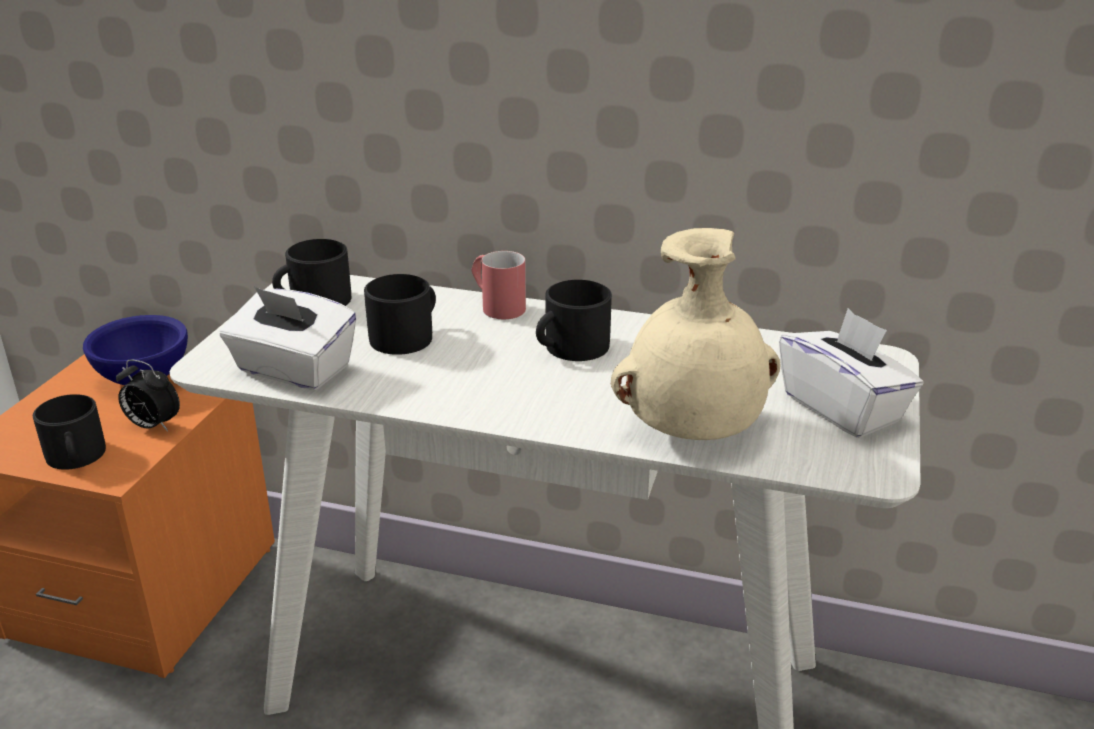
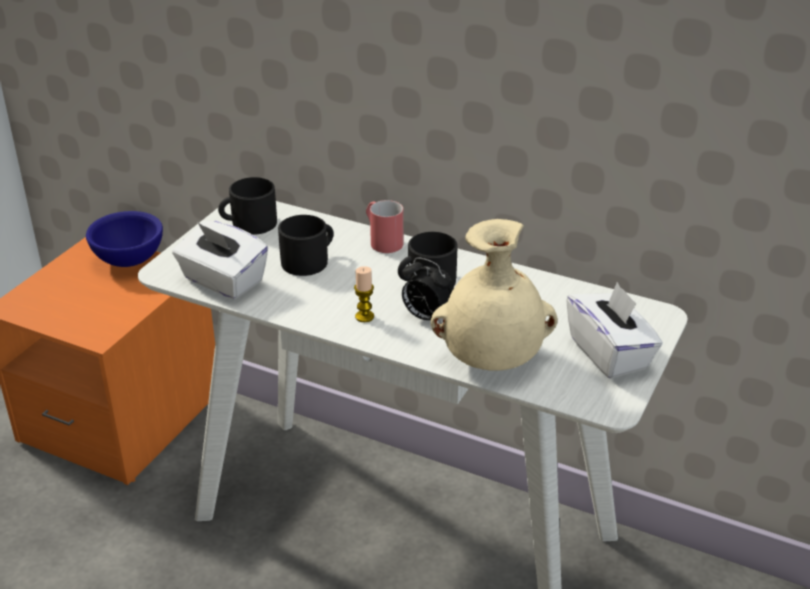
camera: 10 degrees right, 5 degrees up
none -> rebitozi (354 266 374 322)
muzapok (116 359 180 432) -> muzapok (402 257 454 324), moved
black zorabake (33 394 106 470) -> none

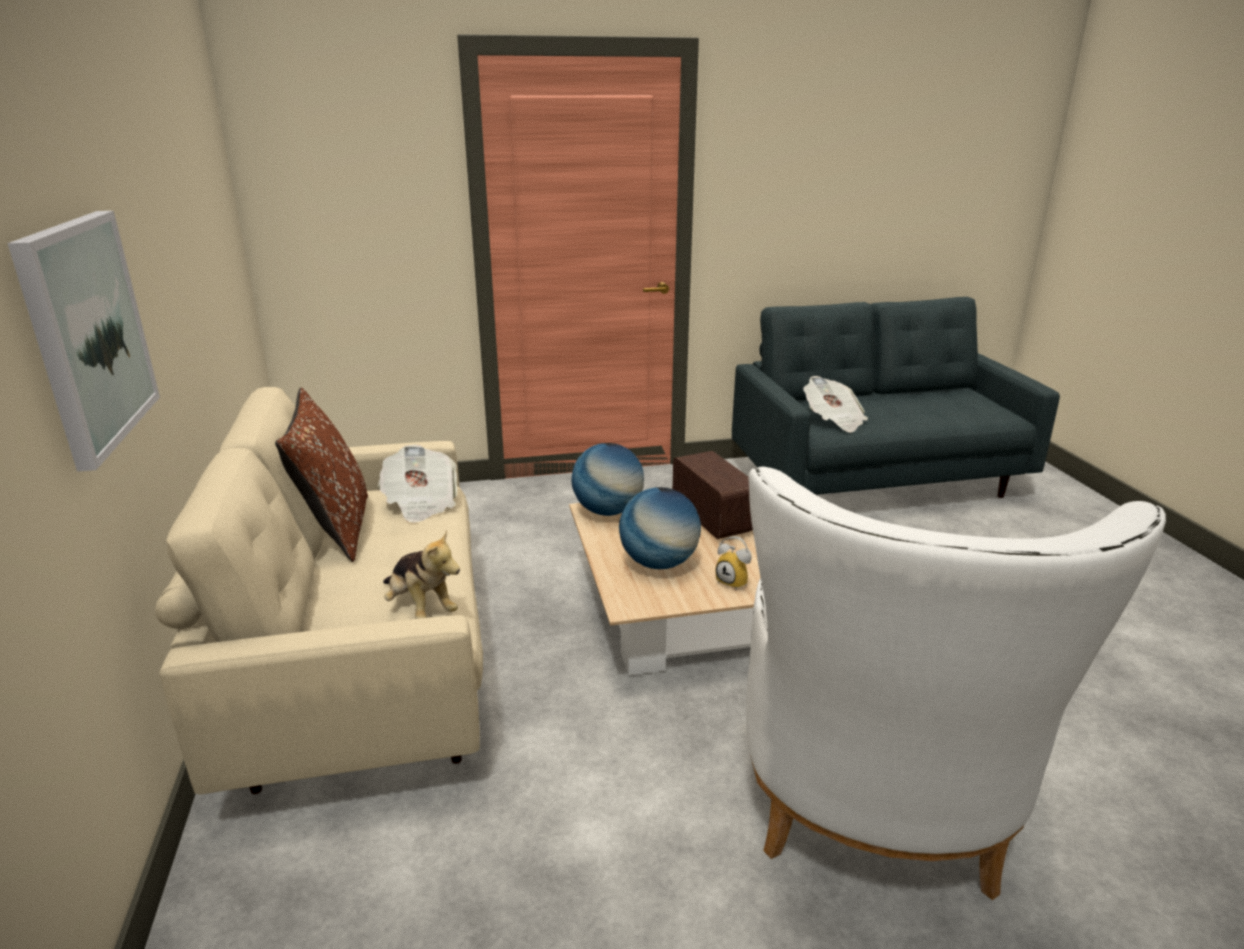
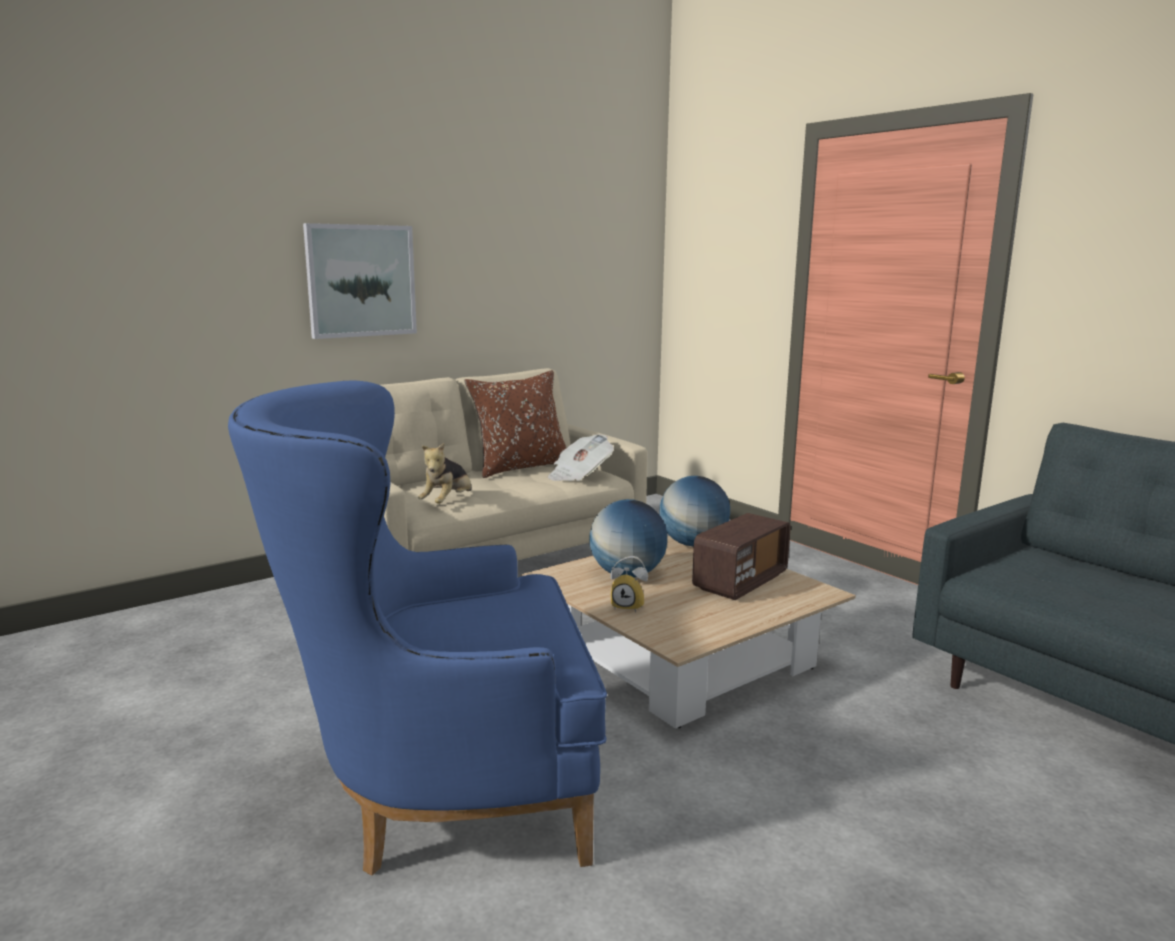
camera: 65 degrees right, 10 degrees down
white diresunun (746 467 1166 900) -> blue diresunun (228 380 607 876)
muzapok (716 536 752 590) -> muzapok (610 556 648 613), 90 degrees counterclockwise
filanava (803 376 868 433) -> none

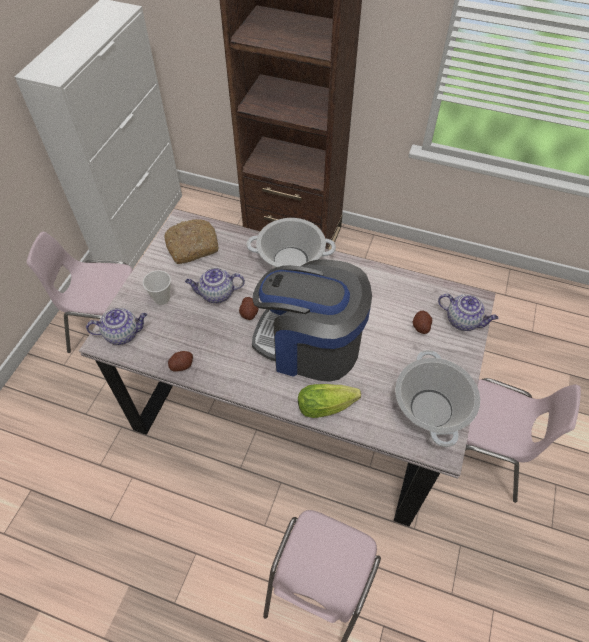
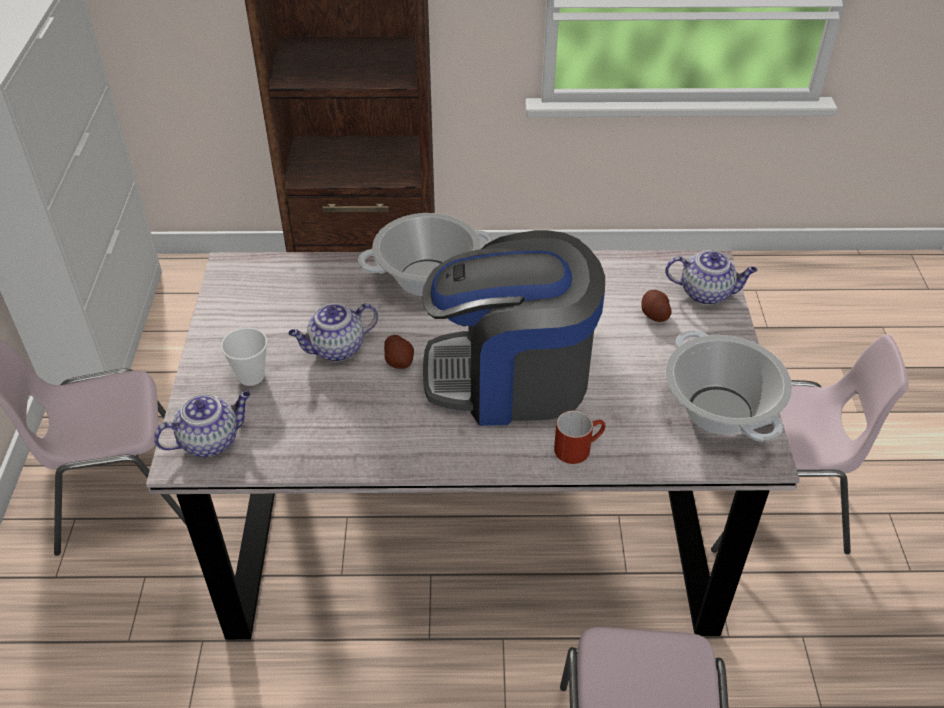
camera: 20 degrees left, 10 degrees down
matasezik (298 384 361 418) -> red zorabake (554 410 606 464)
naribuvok (165 219 219 264) -> none
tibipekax (168 351 193 372) -> none

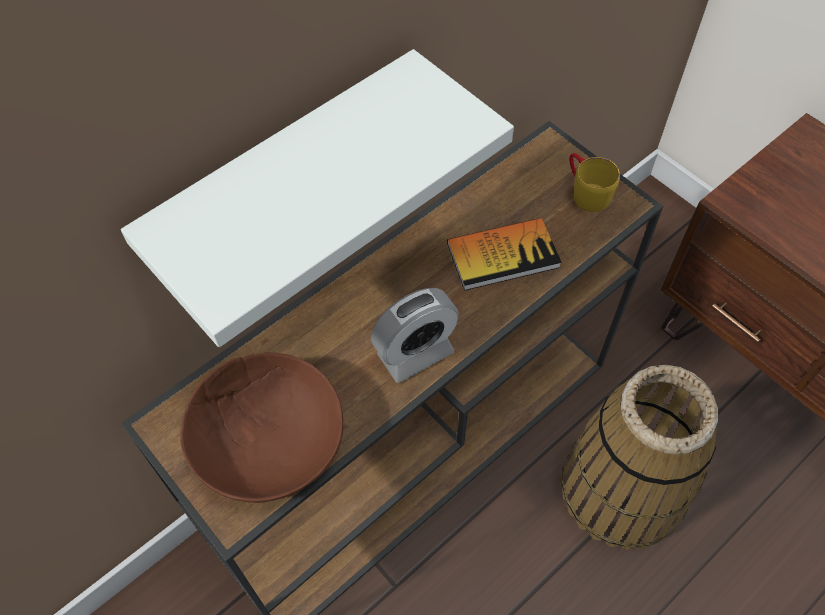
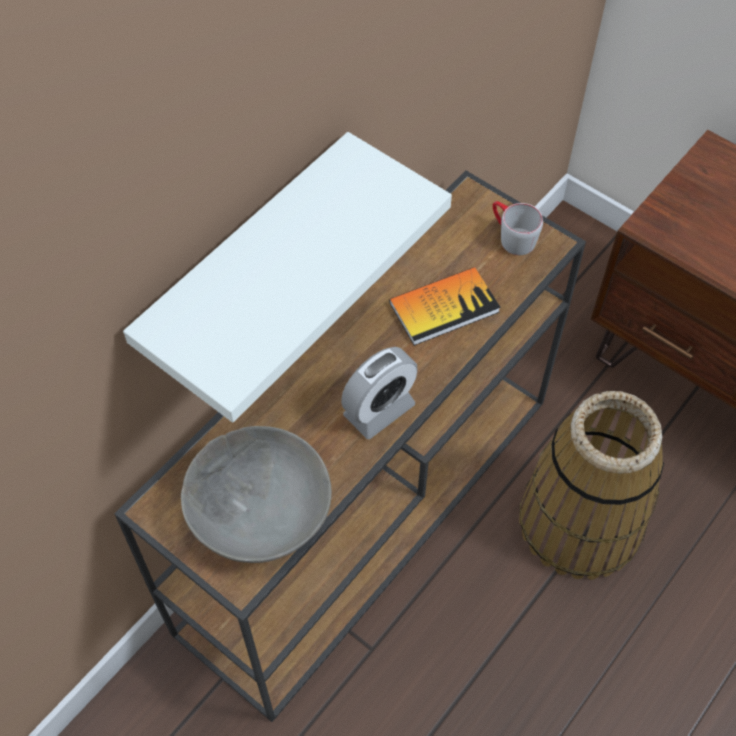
camera: 10 degrees left, 0 degrees up
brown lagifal (180 352 343 503) -> grey lagifal (181 426 332 563)
yellow zorabake (570 153 620 212) -> grey zorabake (493 201 543 255)

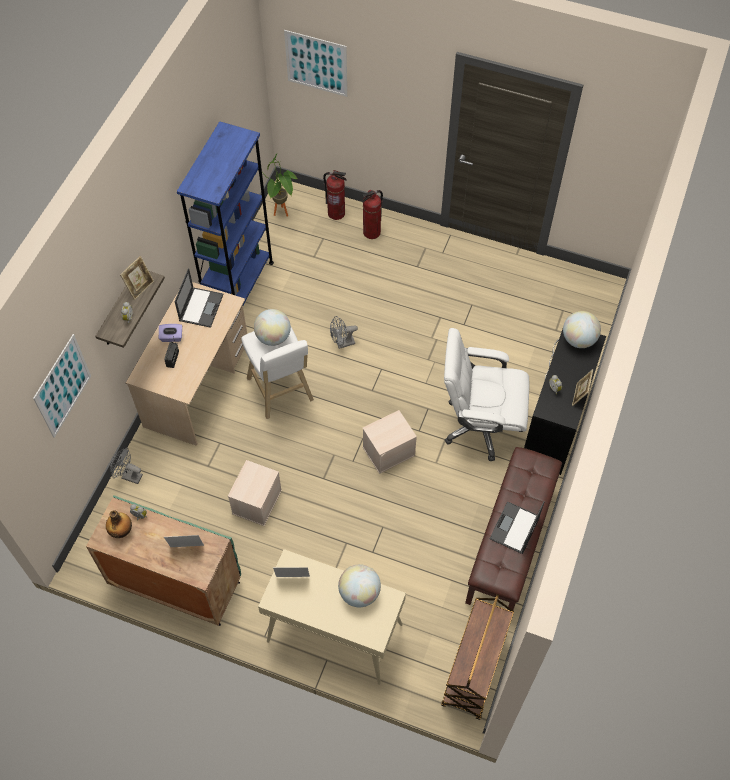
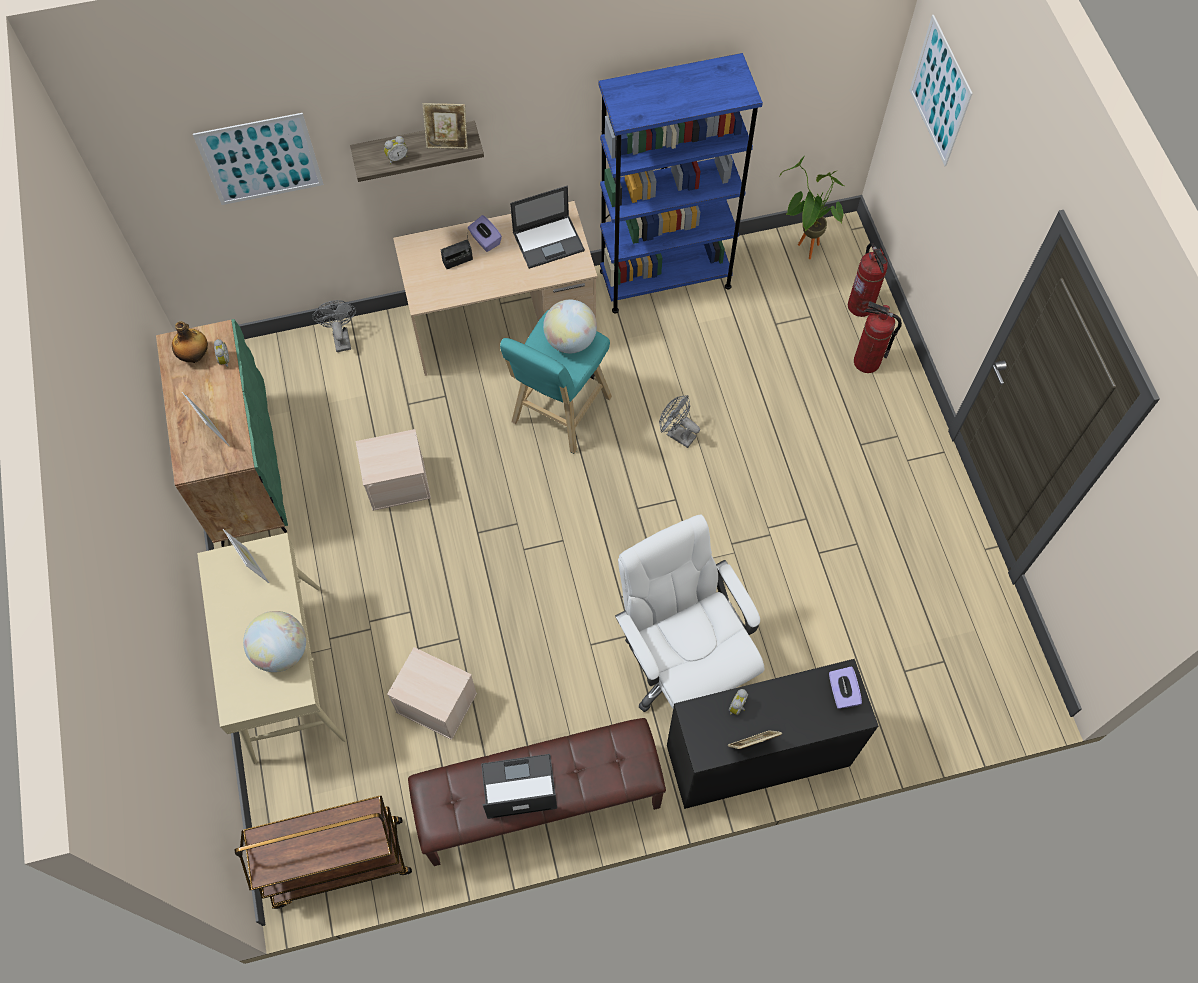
camera: 55 degrees right, 5 degrees up
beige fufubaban (362 410 417 474) -> beige fufubaban (387 647 477 740), moved
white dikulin (241 327 314 419) -> turquoise dikulin (500 310 612 454)
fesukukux (563 311 601 348) -> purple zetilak (829 666 862 709)

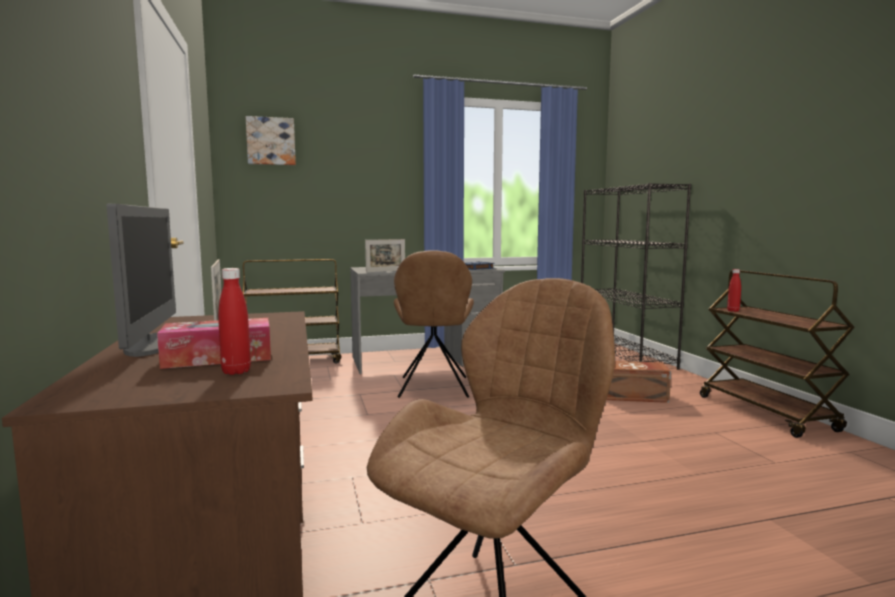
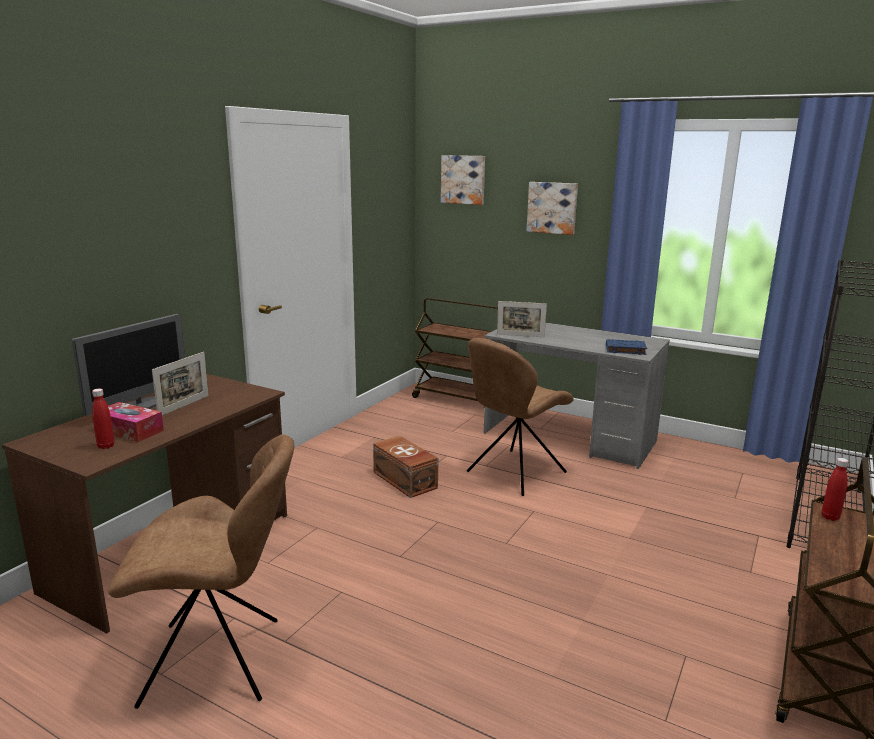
camera: 45 degrees right, 10 degrees up
brown fufubaban (606 361 671 403) -> brown fufubaban (373 436 438 498), moved
none -> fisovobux (527 182 578 235)

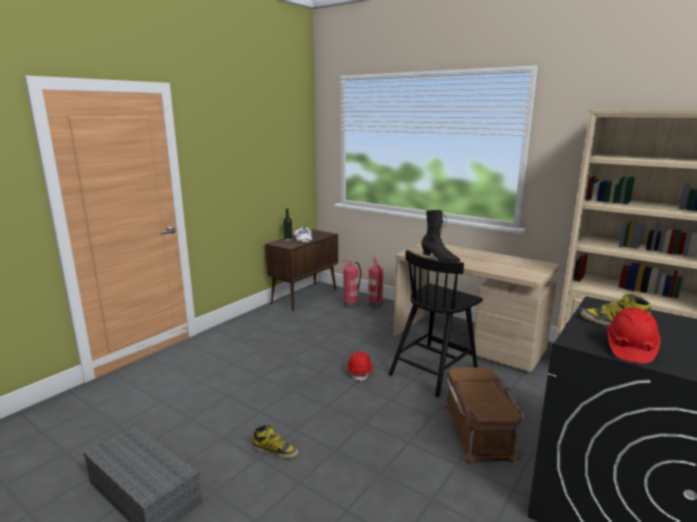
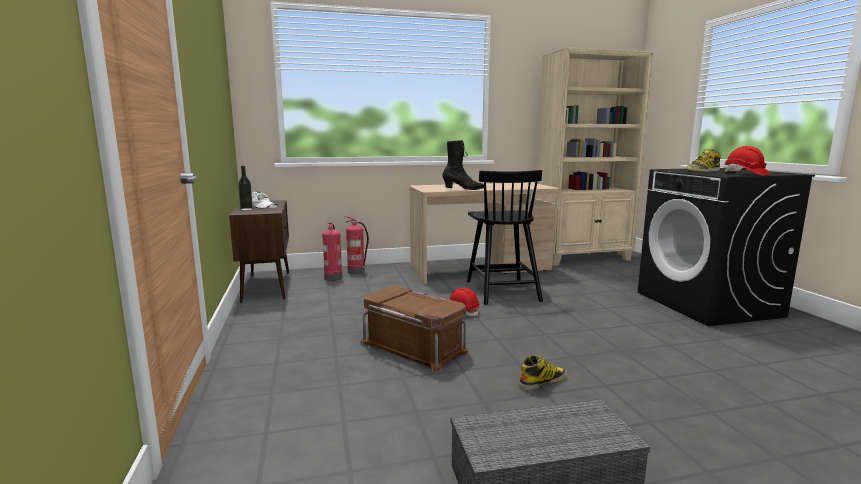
camera: 50 degrees left, 5 degrees down
brown fufubaban (443 367 524 465) -> brown fufubaban (360 287 470 372), moved

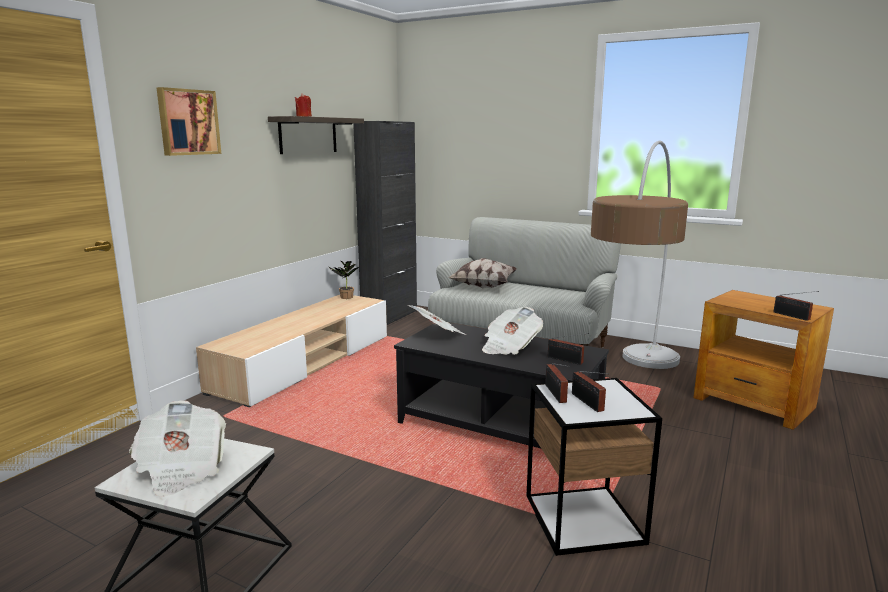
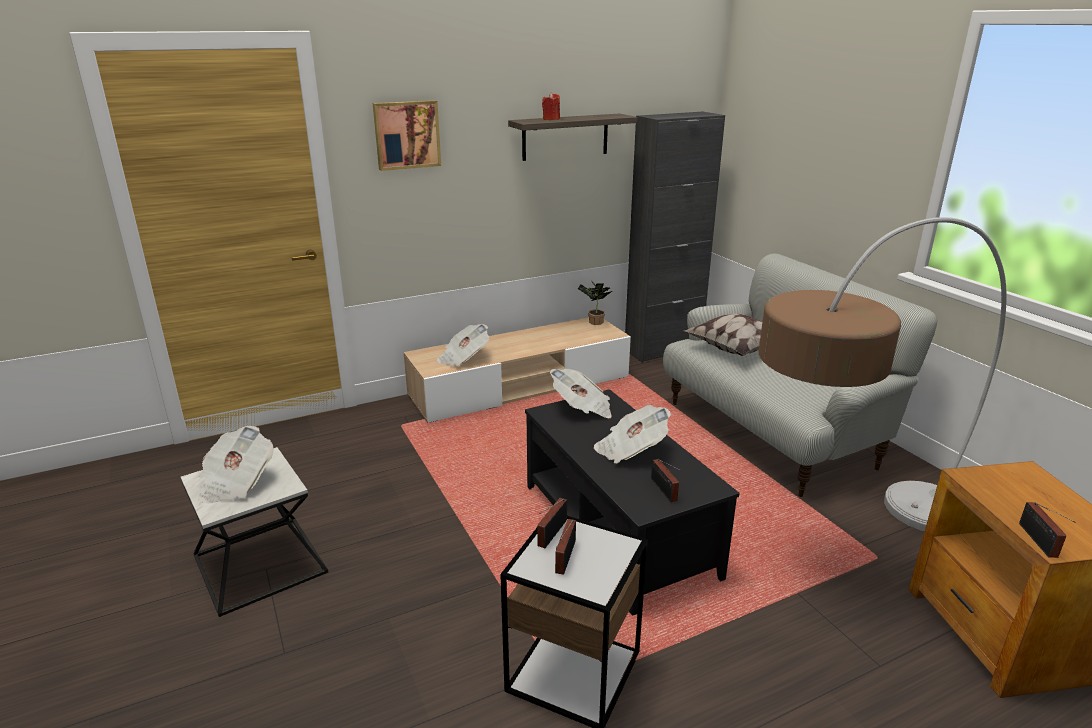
camera: 35 degrees right, 10 degrees up
none -> filanava (437 324 489 367)

